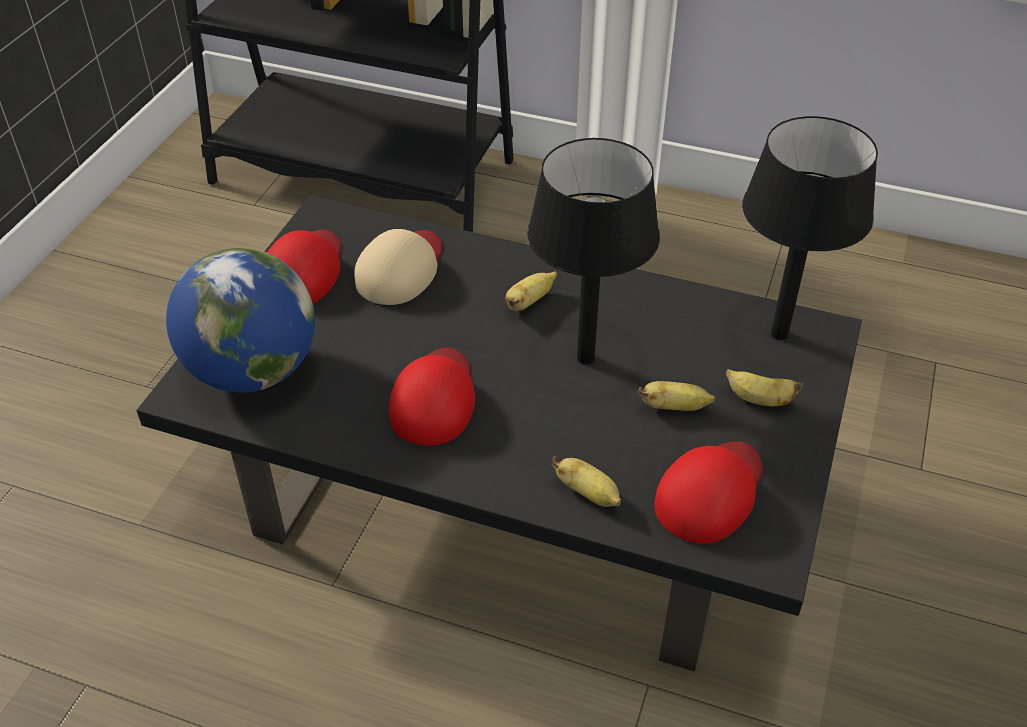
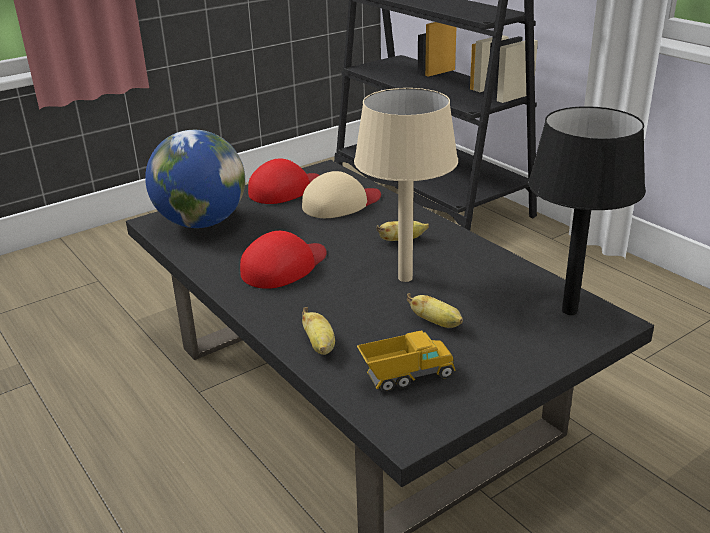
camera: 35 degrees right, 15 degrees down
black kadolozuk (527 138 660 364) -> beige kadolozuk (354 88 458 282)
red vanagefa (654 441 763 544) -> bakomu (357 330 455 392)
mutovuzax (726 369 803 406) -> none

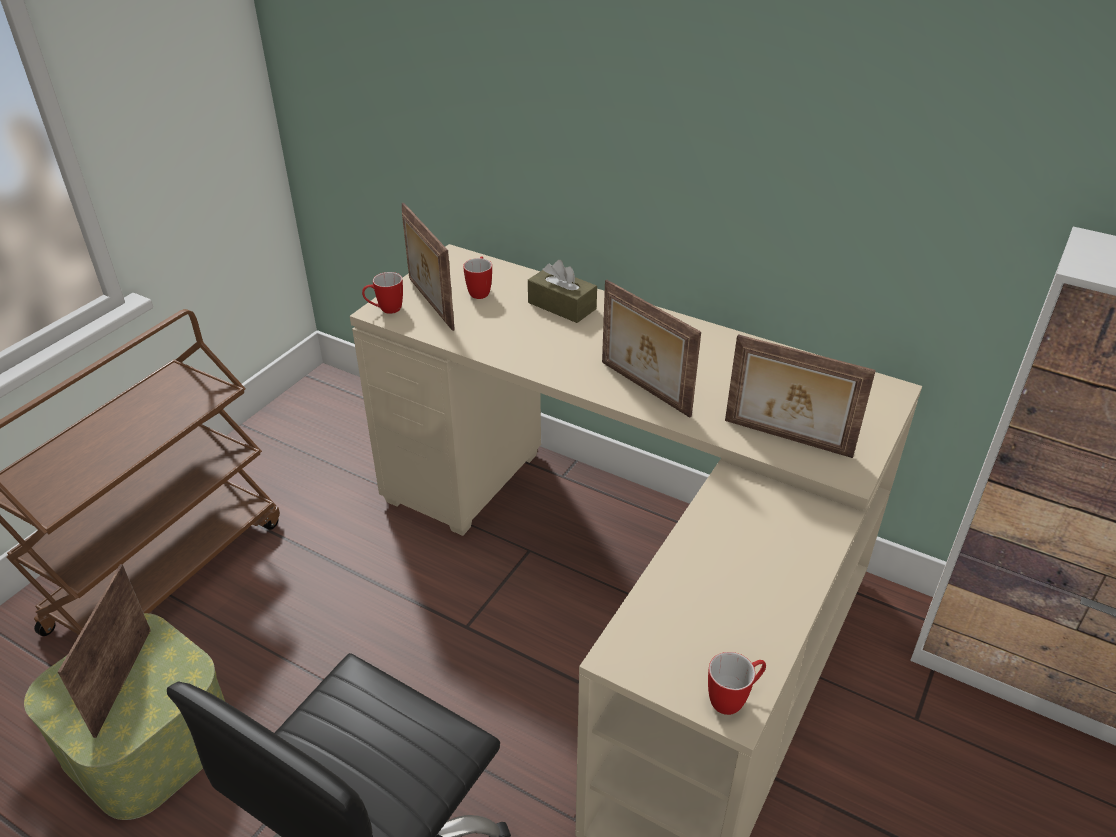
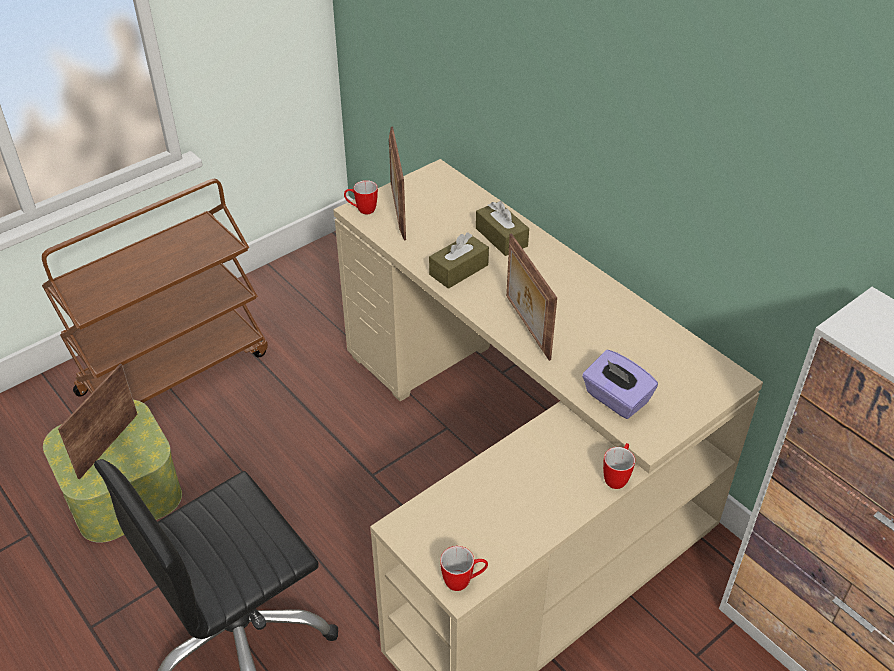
camera: 20 degrees right, 5 degrees up
none -> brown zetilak (429 232 489 289)
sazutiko (725 334 876 458) -> purple zetilak (582 350 658 419)
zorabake (463 257 492 299) -> zorabake (603 443 635 489), moved

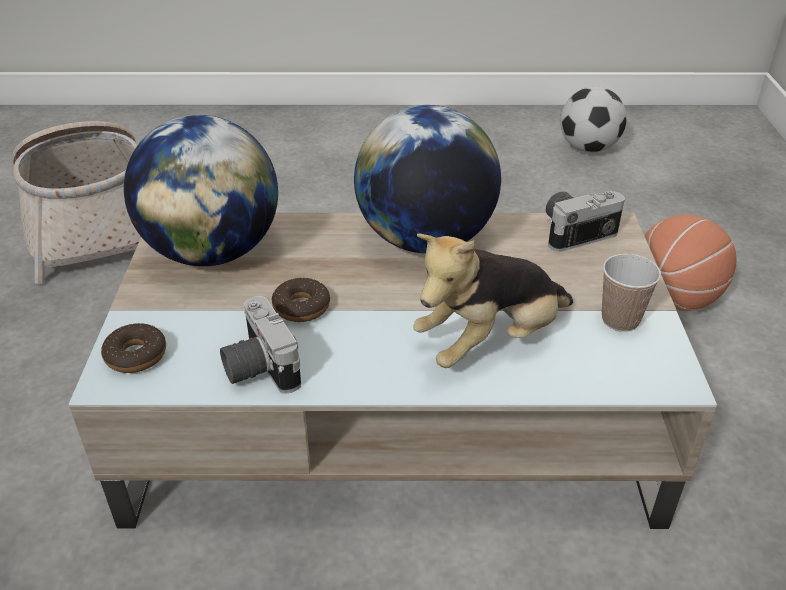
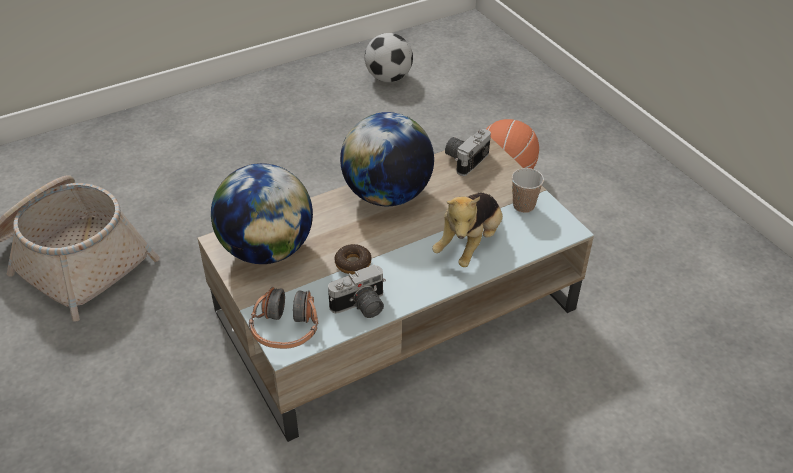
camera: 30 degrees left, 5 degrees up
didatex (101 323 166 373) -> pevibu (249 287 318 349)
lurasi (220 296 301 394) -> lurasi (328 264 386 318), 60 degrees counterclockwise

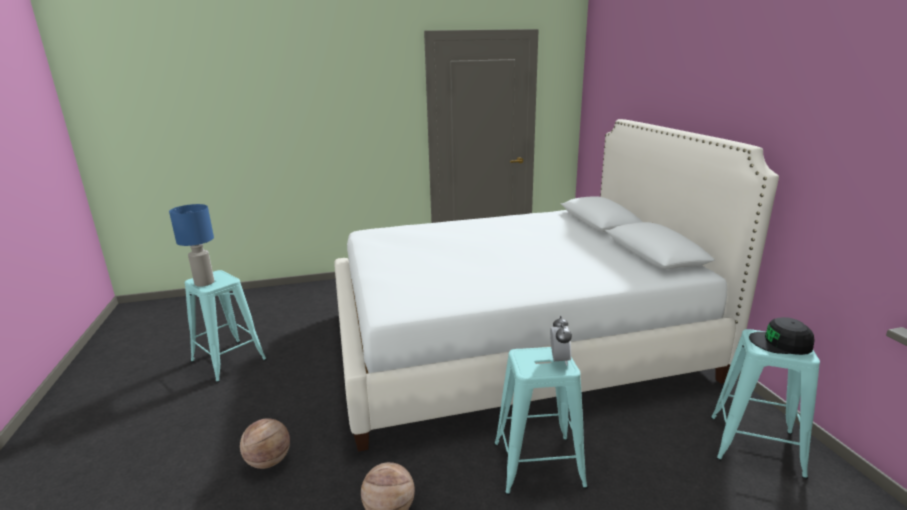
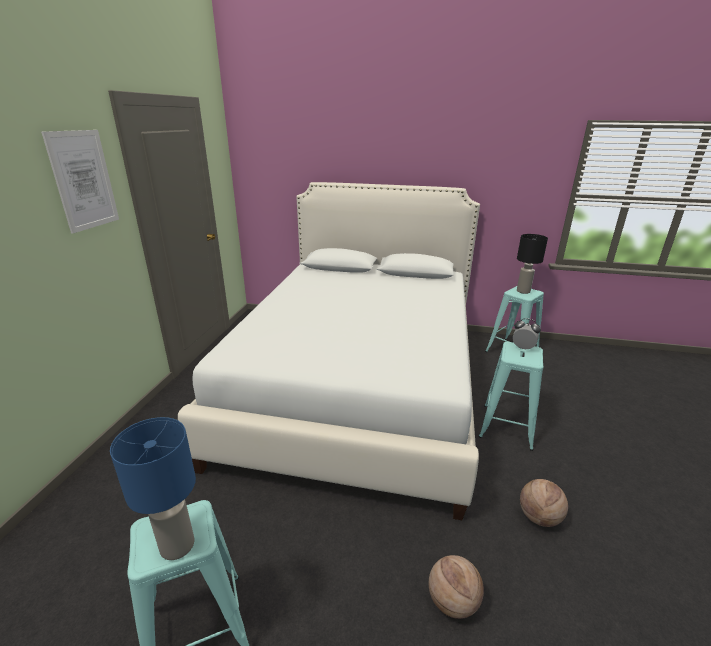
camera: 65 degrees left, 5 degrees up
none -> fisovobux (41 130 119 234)
black vanagefa (749 317 814 355) -> black kadolozuk (517 234 548 294)

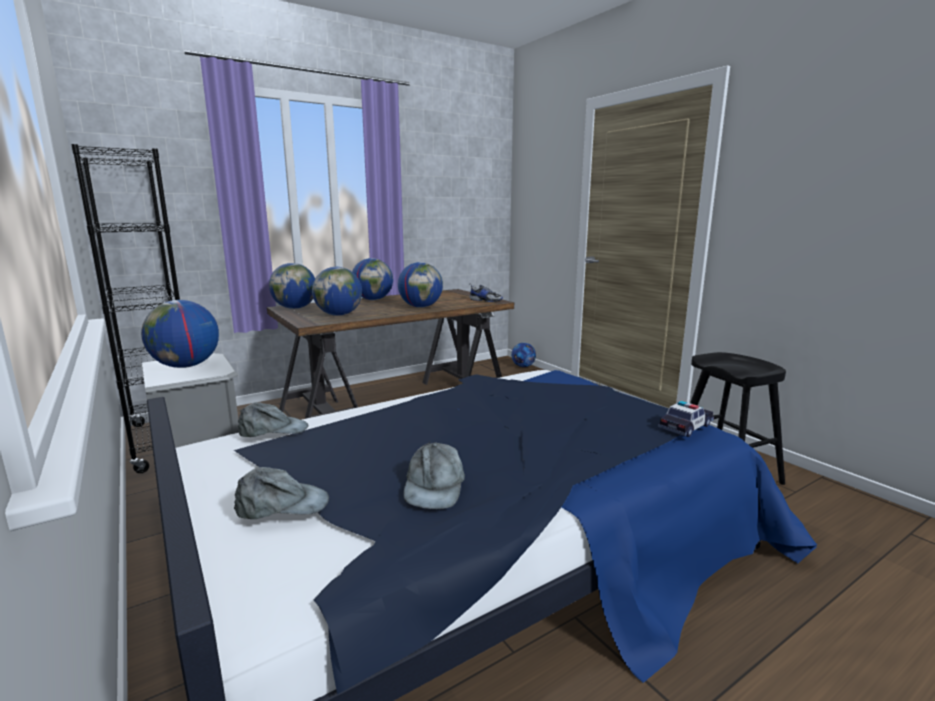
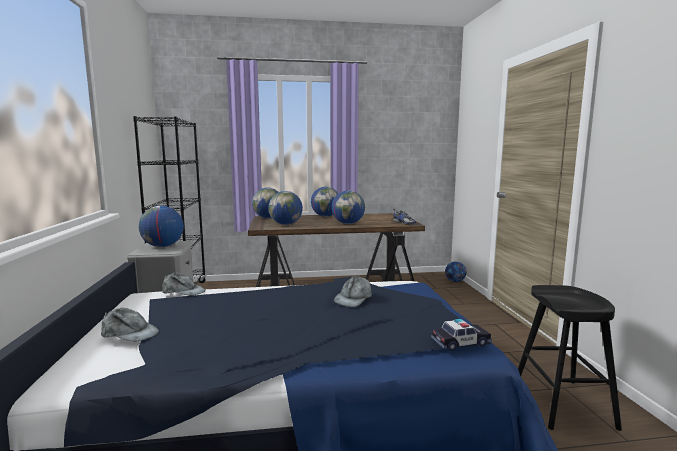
camera: 25 degrees right, 5 degrees down
grey vanagefa (403 442 465 509) -> grey vanagefa (334 276 372 307), moved

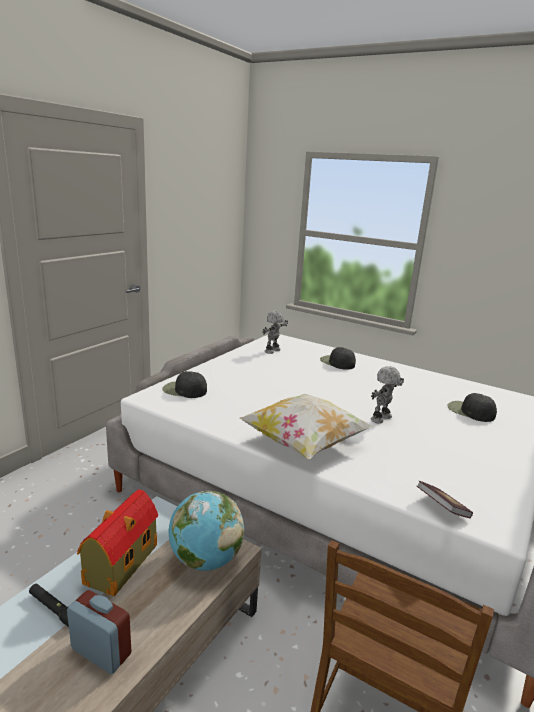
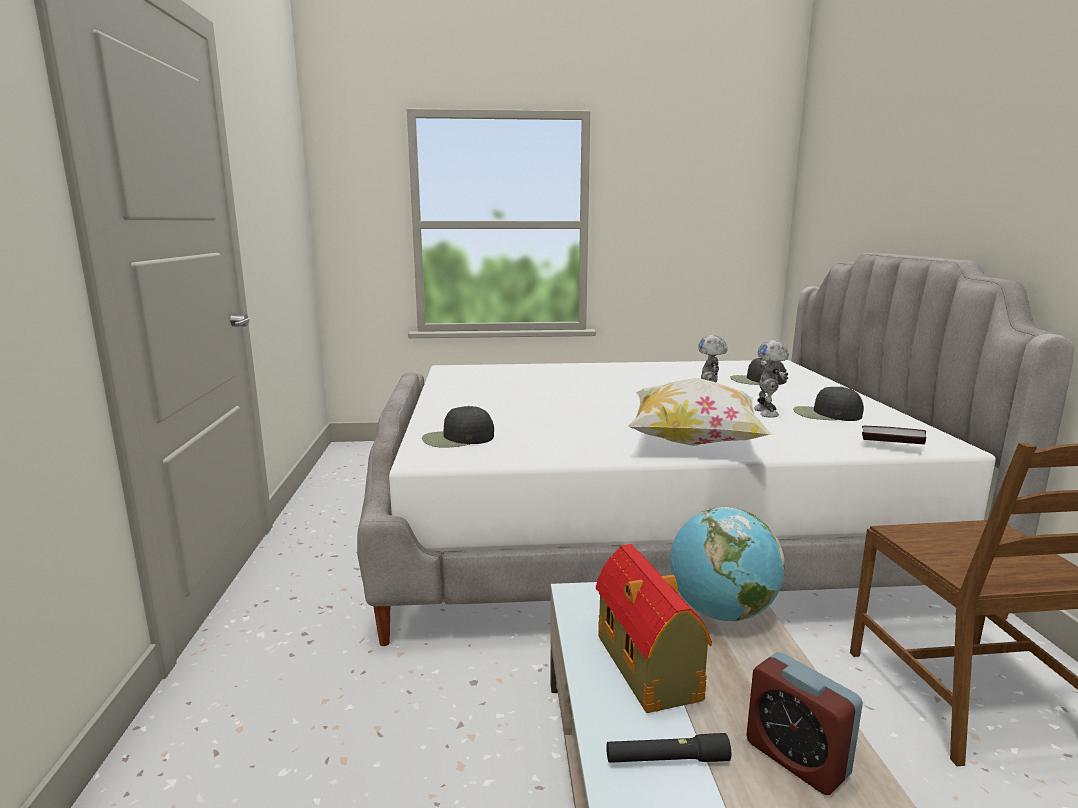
camera: 35 degrees left, 5 degrees down
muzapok (67 590 132 674) -> muzapok (746 652 863 795), 120 degrees counterclockwise
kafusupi (263 311 288 354) -> kafusupi (753 340 789 418), moved
black vanagefa (320 347 356 369) -> black vanagefa (793 387 864 421), moved

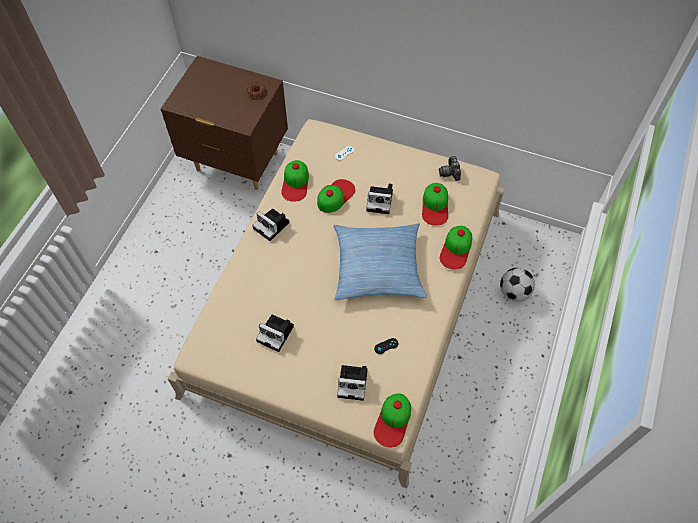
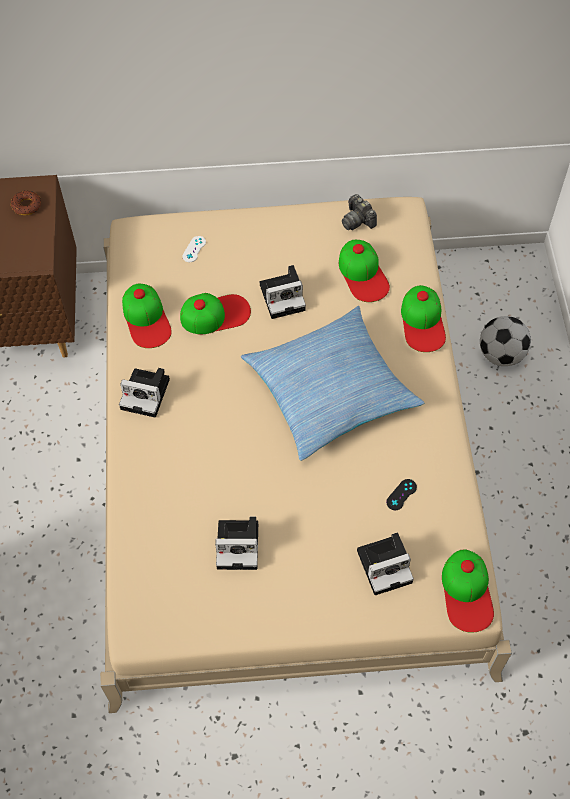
camera: 25 degrees left, 0 degrees up
vanagefa (317 179 355 213) -> vanagefa (180 293 251 334), 60 degrees clockwise

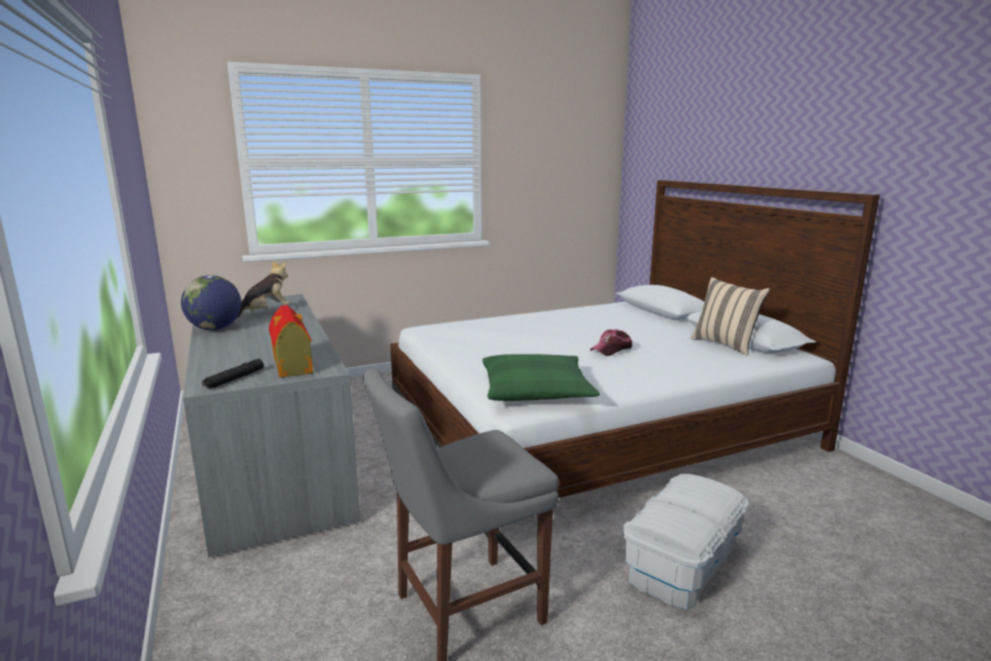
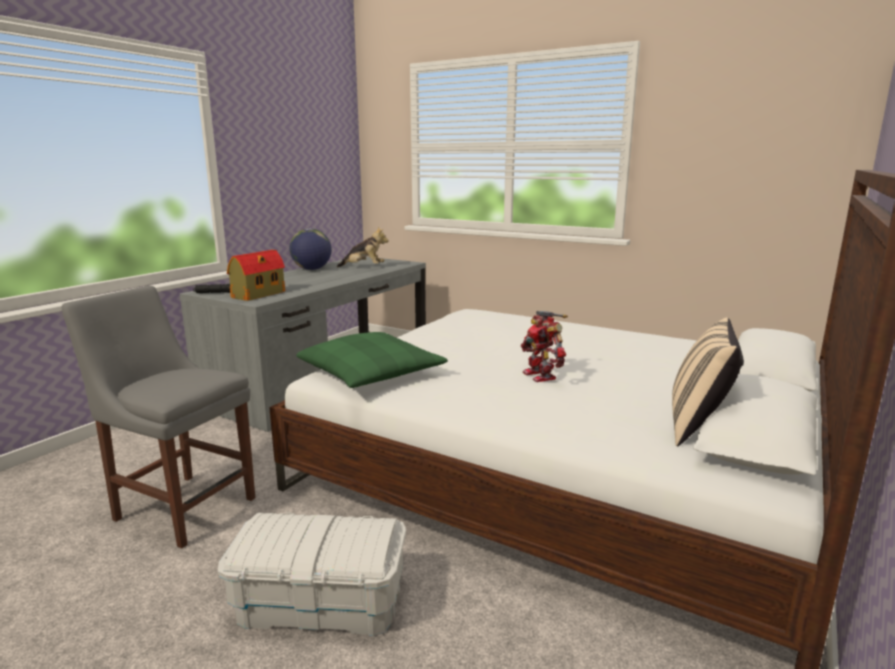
camera: 55 degrees right, 0 degrees up
vanagefa (590 329 633 356) -> kafusupi (521 311 568 382)

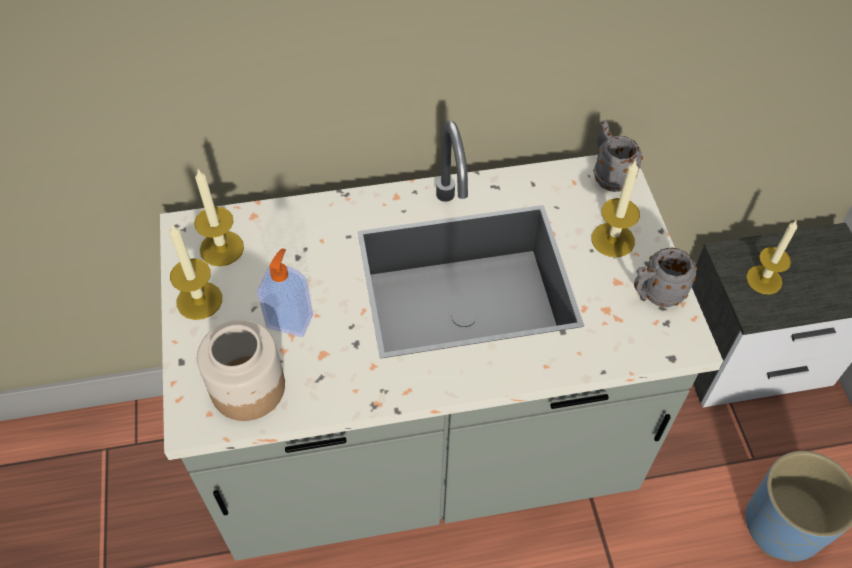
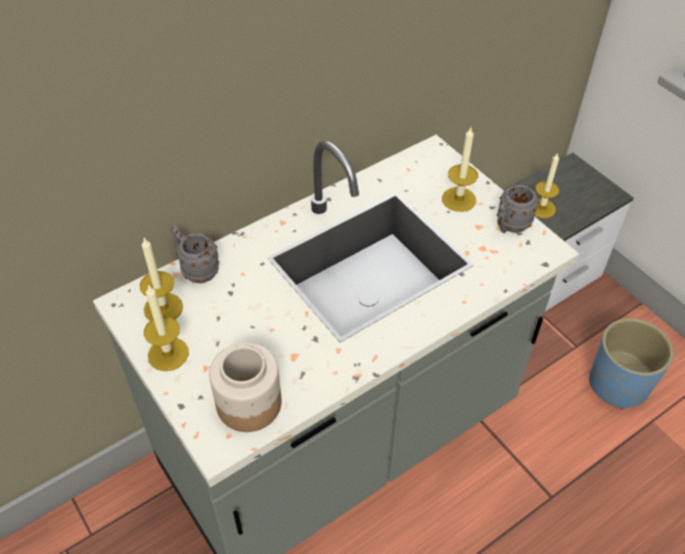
camera: 25 degrees left, 5 degrees down
grey zorabake (594 120 643 192) -> grey zorabake (170 225 219 283), moved
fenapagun (257 248 313 337) -> none

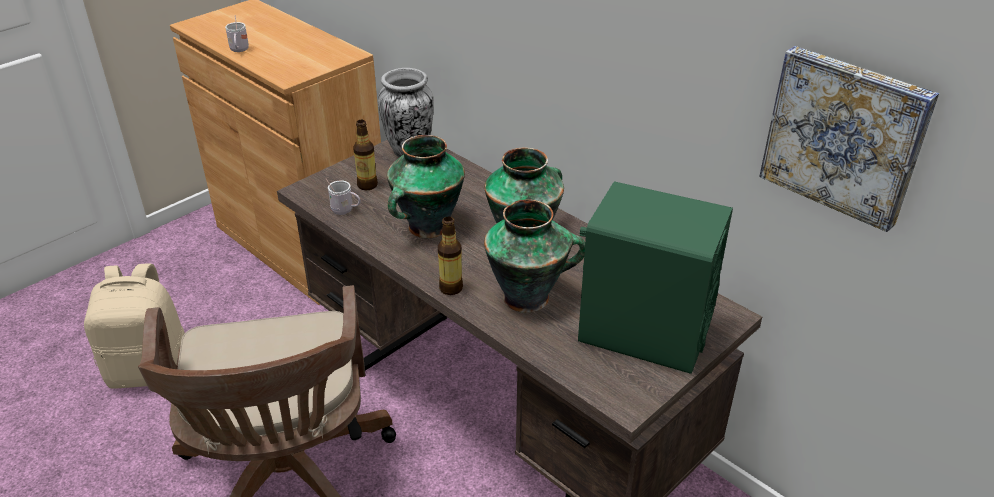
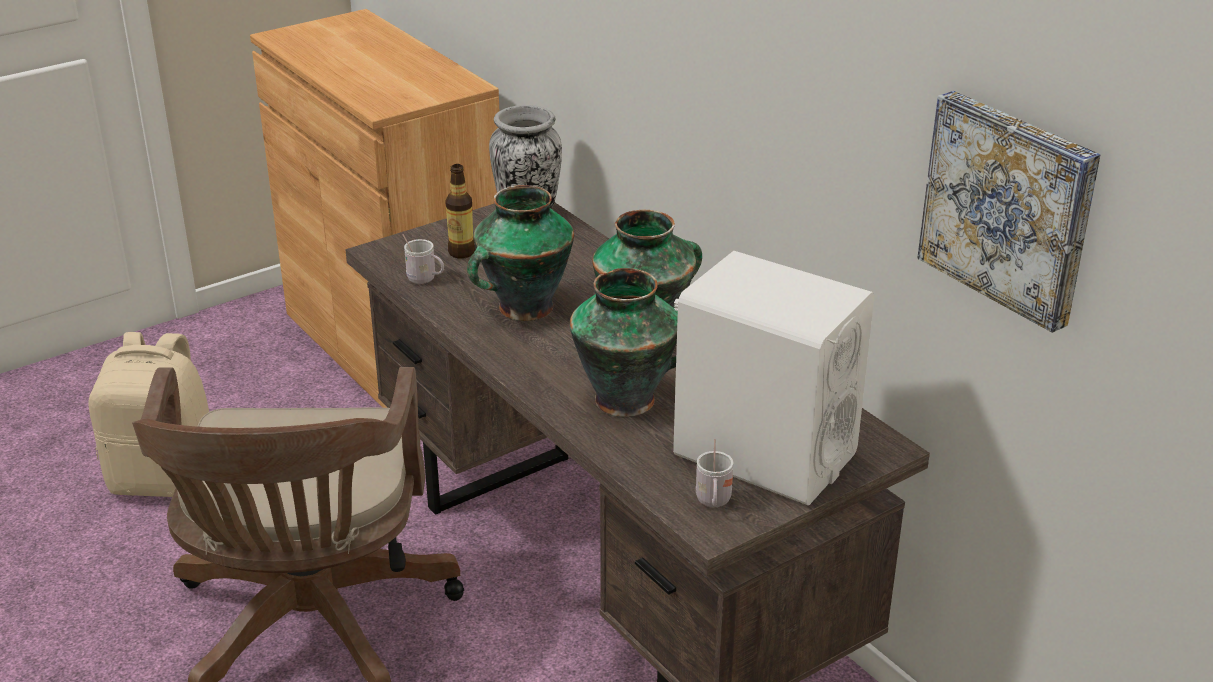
camera: 10 degrees right, 5 degrees down
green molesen (578 181 733 374) -> white molesen (673 251 874 505)
white zorabake (225 15 249 52) -> white zorabake (696 439 734 507), moved
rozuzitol (438 217 463 295) -> none

